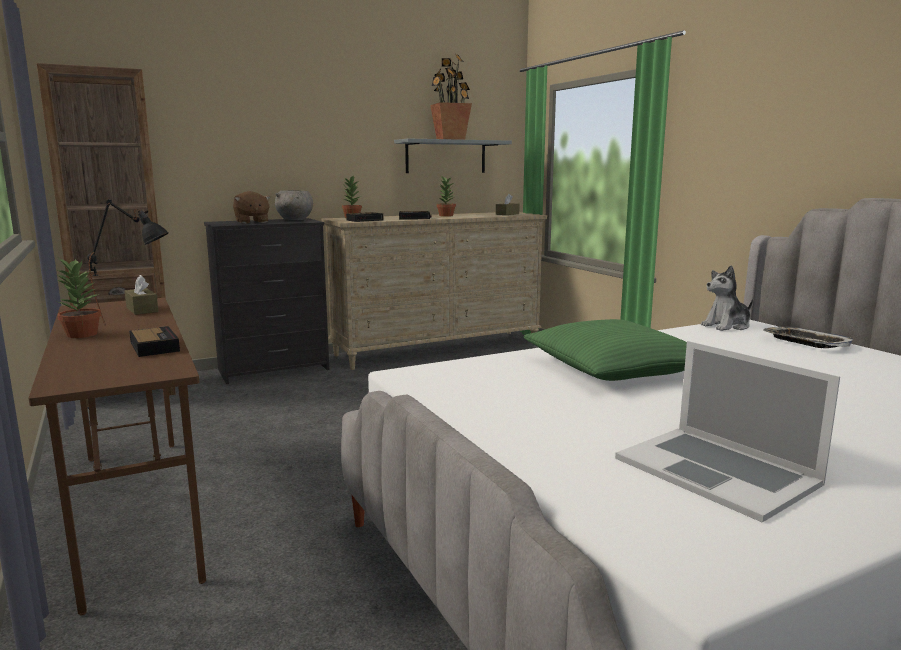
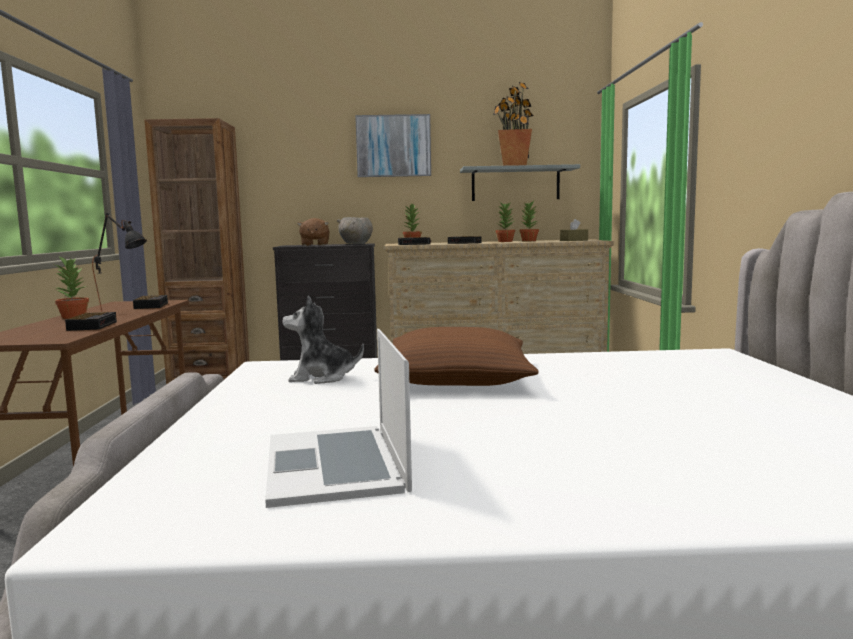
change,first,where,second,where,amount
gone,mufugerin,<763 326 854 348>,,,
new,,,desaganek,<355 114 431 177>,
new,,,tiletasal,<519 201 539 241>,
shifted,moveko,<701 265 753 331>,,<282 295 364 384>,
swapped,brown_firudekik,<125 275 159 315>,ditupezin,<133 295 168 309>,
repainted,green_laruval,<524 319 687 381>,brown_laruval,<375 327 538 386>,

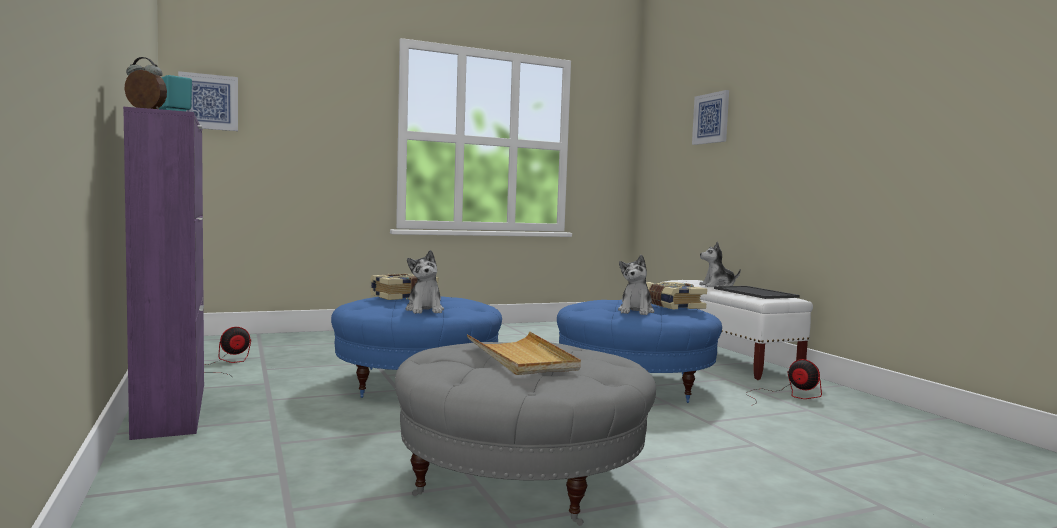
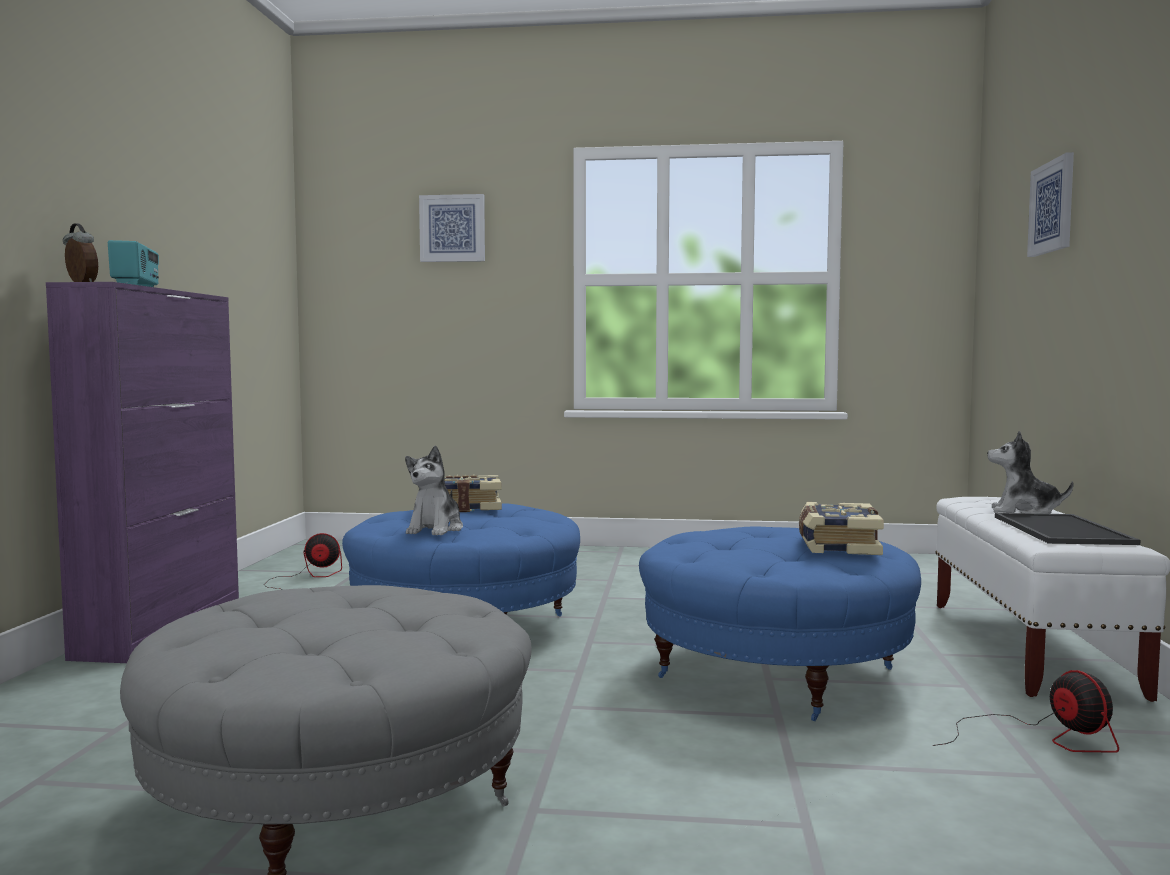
change,first,where,second,where,amount
gone,beige_mufugerin,<467 331 581 375>,,,
gone,moveko,<618 255 655 315>,,,
shifted,desaganek,<178 71 238 131>,,<419 194 485 262>,

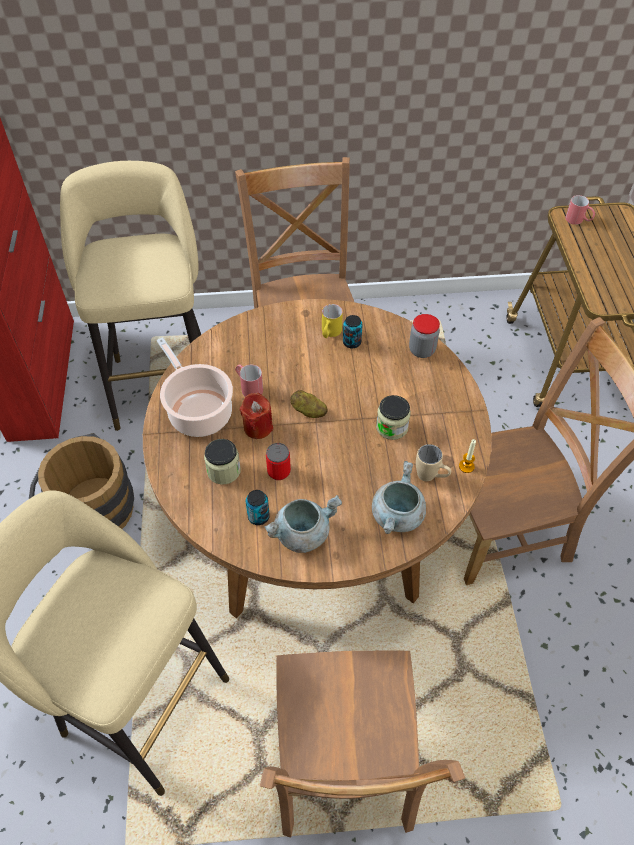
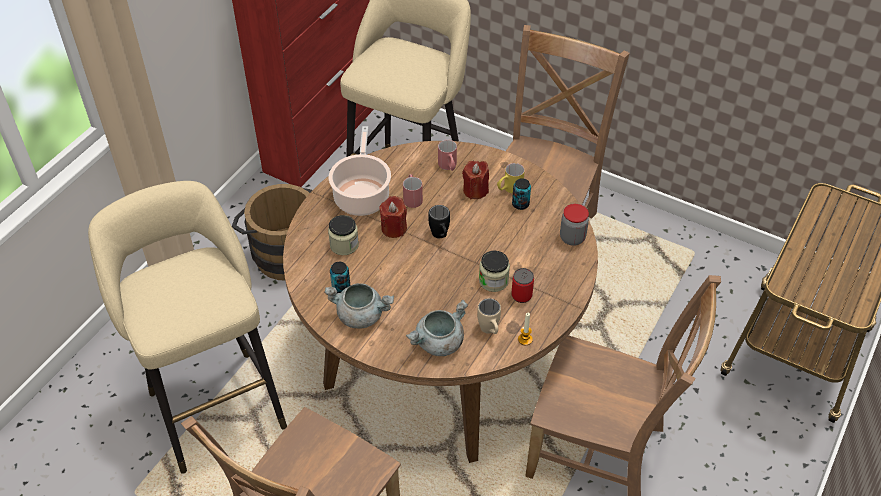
change,first,where,second,where,amount
new,,,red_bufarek,<462 161 489 199>,
shifted,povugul,<266 443 291 480>,,<511 268 534 303>,
shifted,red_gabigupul,<565 195 595 225>,,<438 140 457 171>,
swapped,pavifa,<290 390 327 418>,black_gabigupul,<428 205 450 238>,

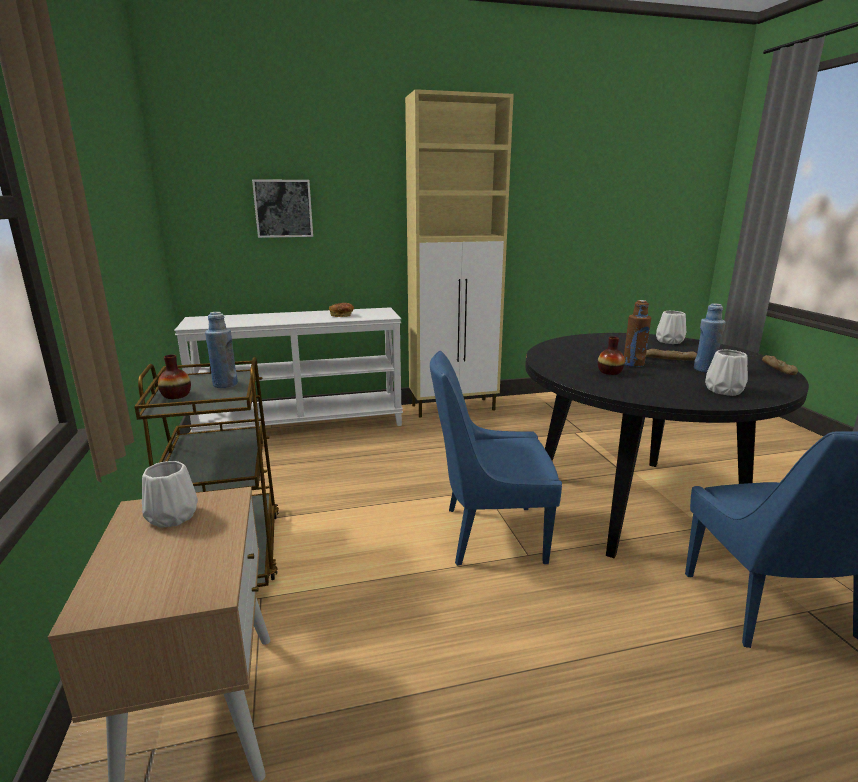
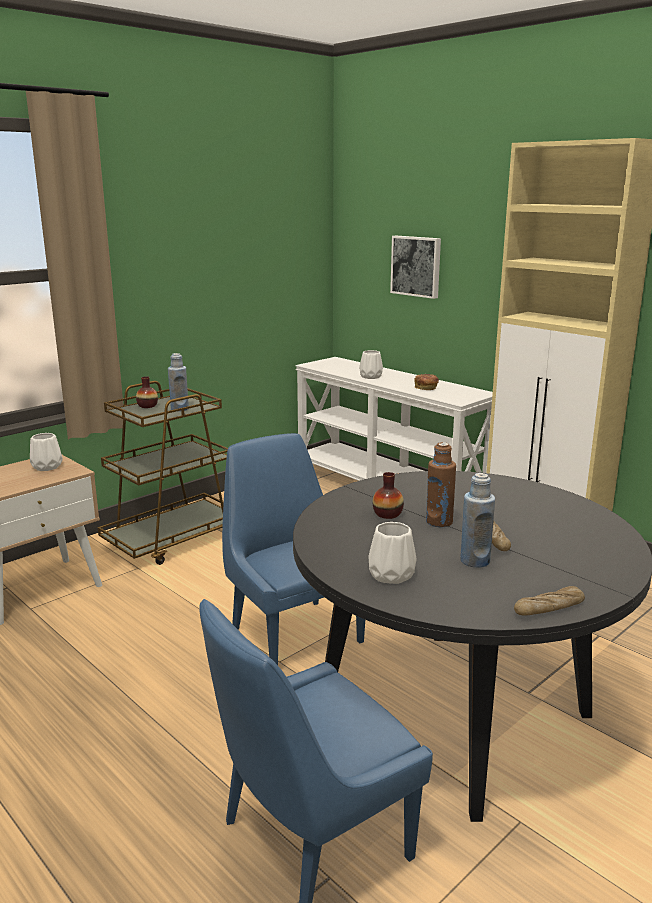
change,first,where,second,where,amount
shifted,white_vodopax,<656 311 686 344>,,<359 350 383 379>,

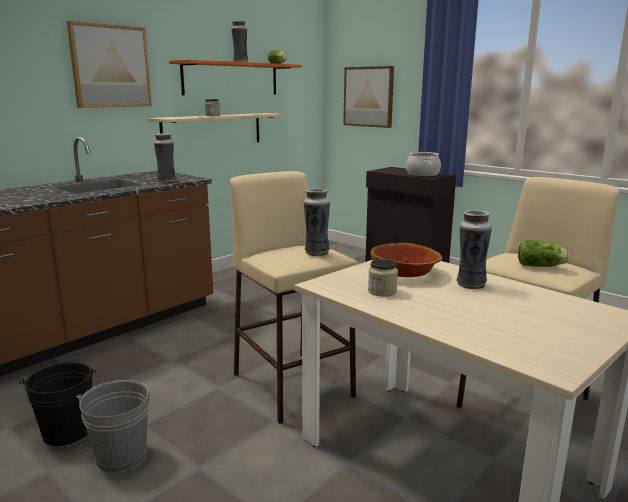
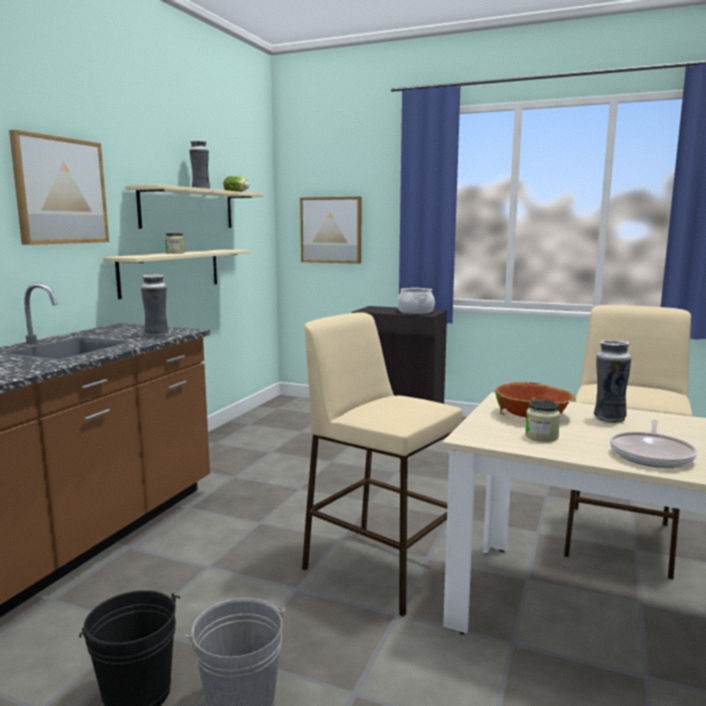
change,first,where,second,where,amount
gone,vodopax,<304 188 330 256>,,,
gone,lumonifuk,<518 240 569 267>,,,
new,,,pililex,<610 420 697 468>,
repainted,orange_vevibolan,<169 60 302 95>,beige_vevibolan,<125 184 263 229>,

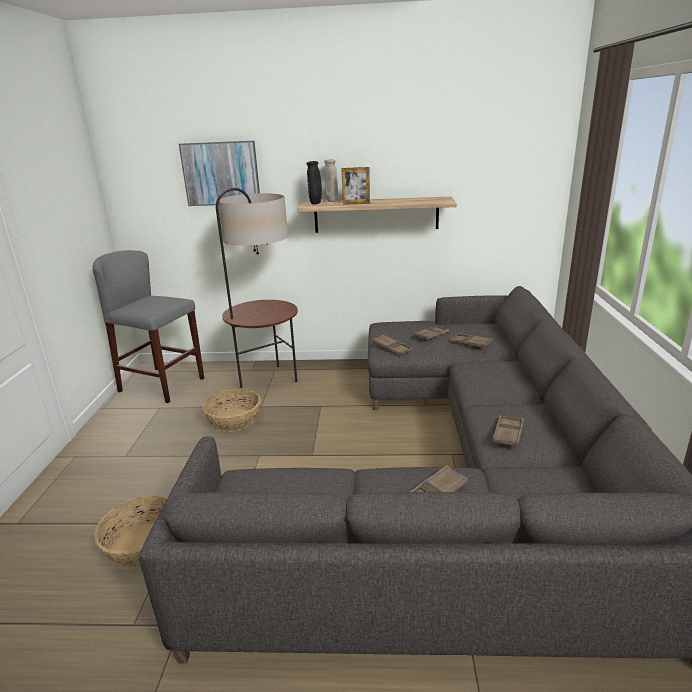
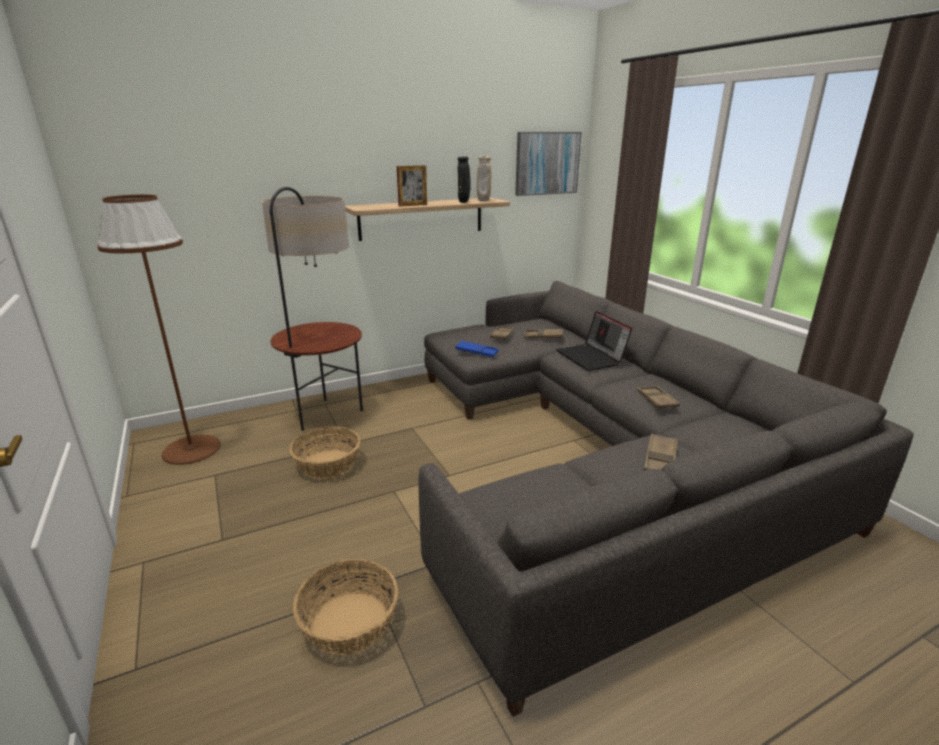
change,first,where,second,where,amount
new,,,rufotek,<556 311 632 371>,
shifted,desaganek,<179 141 260 206>,,<515 132 582 196>,
shifted,black_vodopax,<306 161 322 204>,,<458 157 471 203>,
shifted,beige_vodopax,<324 159 338 202>,,<477 156 491 201>,
swapped,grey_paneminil,<92 250 204 403>,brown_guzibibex,<97 195 221 465>,
repainted,brown_mufugerin,<372 334 412 355>,blue_mufugerin,<455 341 499 357>,

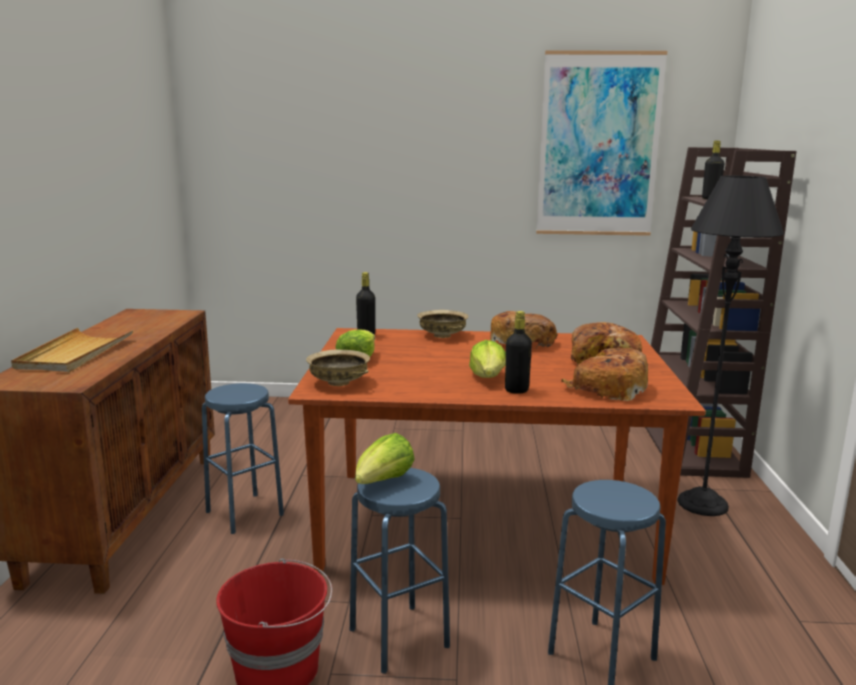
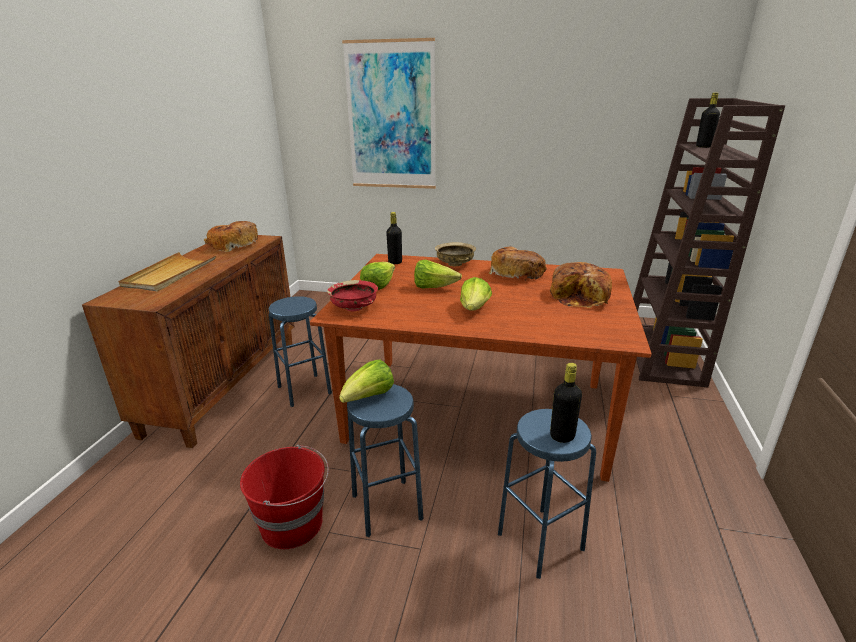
change,first,where,second,where,amount
gone,black_guzibibex,<677 176 784 516>,,,
new,,,lumonifuk,<414 260 462 289>,
shifted,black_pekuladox,<505 311 532 394>,,<550 363 582 443>,
shifted,desaganek,<536 50 668 236>,,<342 38 436 189>,
shifted,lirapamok,<561 348 648 401>,,<204 221 258 252>,
repainted,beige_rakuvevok,<306 350 370 386>,red_rakuvevok,<327 280 378 311>,

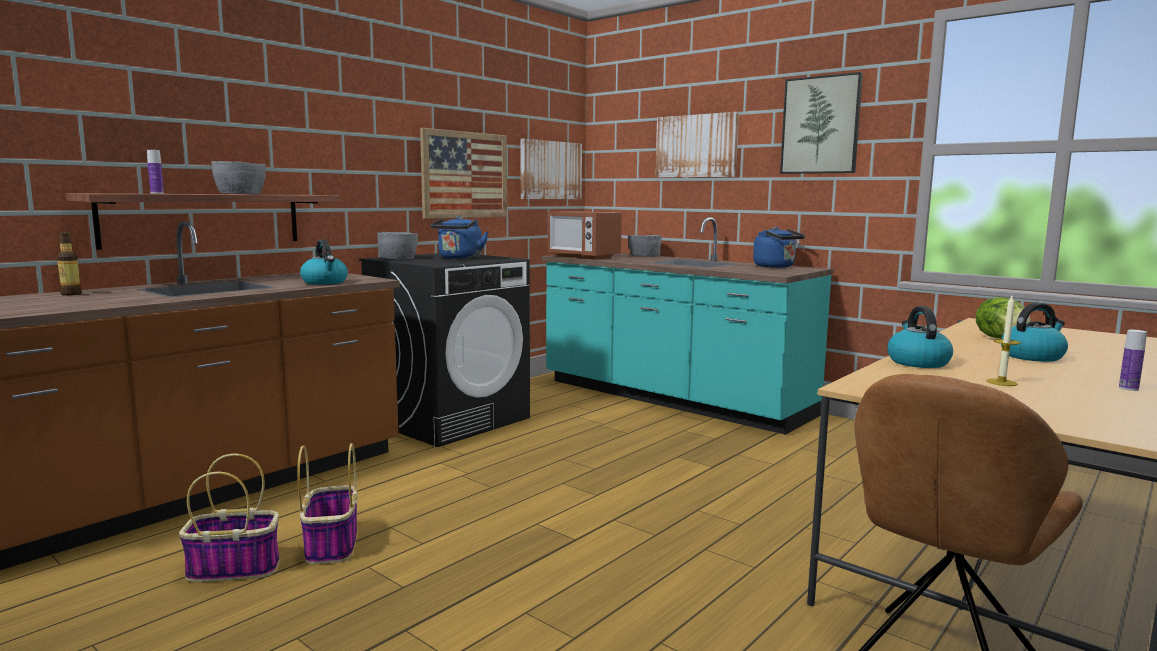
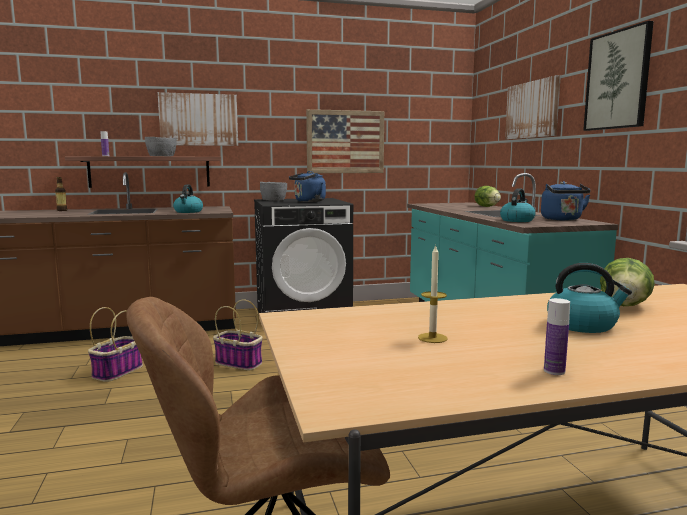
change,first,where,second,where,amount
gone,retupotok,<548 211 622 259>,,,
shifted,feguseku,<179 454 279 582>,,<213 299 263 371>,
shifted,desaganek,<520 139 582 199>,,<158 92 238 146>,
shifted,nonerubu,<887 306 953 368>,,<500 188 536 222>,
swapped,grey_rakuvevok,<628 235 662 257>,lumonifuk,<475 186 501 207>,

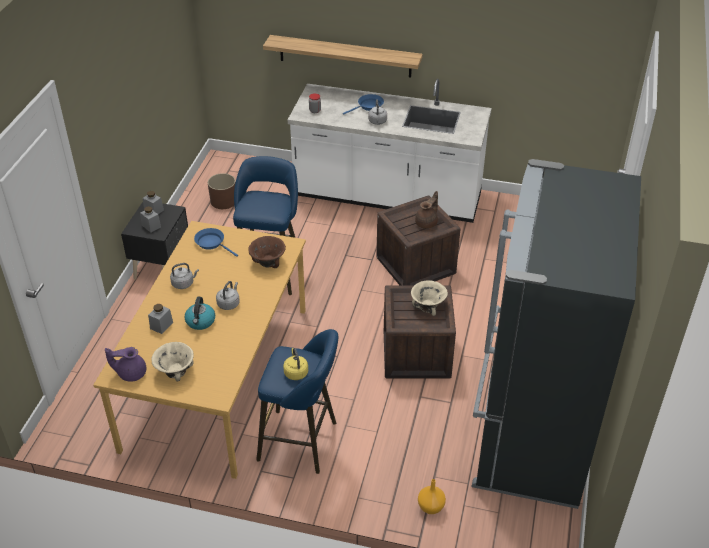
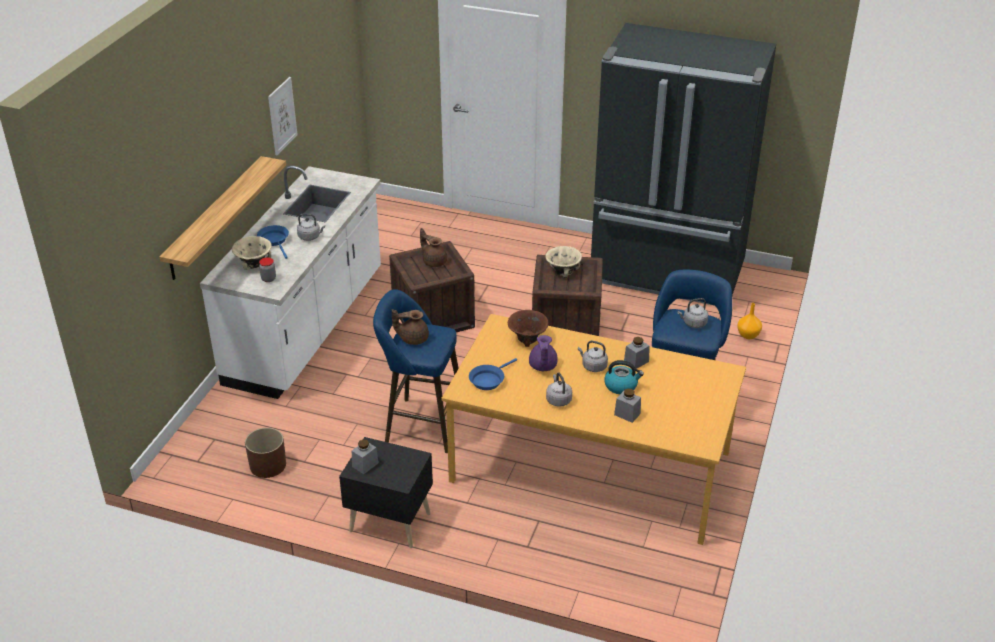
change,first,where,second,where,amount
new,,,desaganek,<268 77 298 155>,
new,,,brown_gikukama,<392 309 429 345>,
shifted,purple_gikukama,<105 347 146 381>,,<529 335 558 371>,
shifted,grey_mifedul,<140 206 161 233>,,<624 337 650 369>,
shifted,beige_rakuvevok,<151 342 194 381>,,<232 236 272 270>,
repainted,yellow_nonerubu,<283 348 308 380>,grey_nonerubu,<677 298 708 328>,

